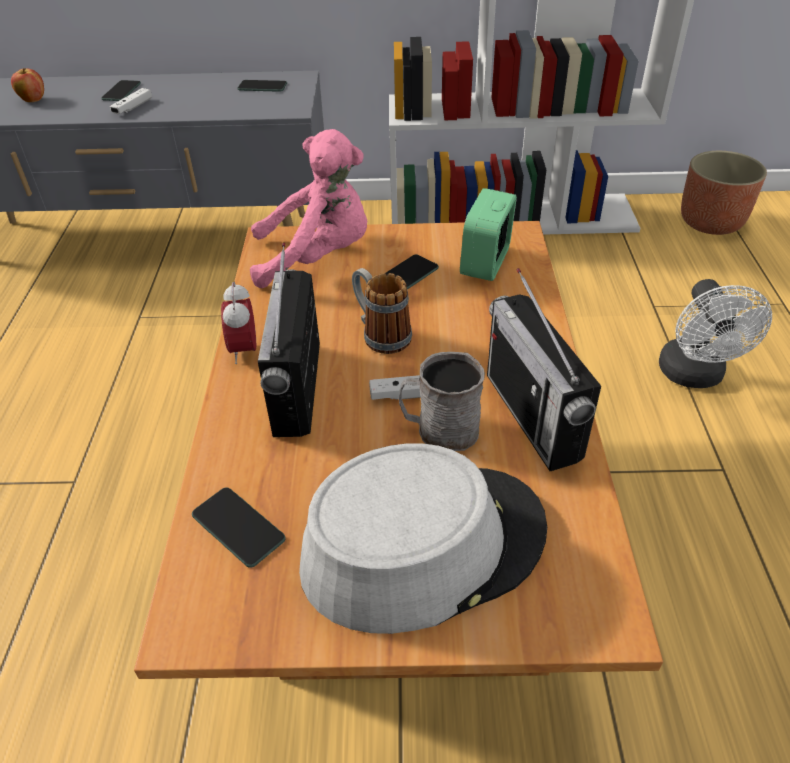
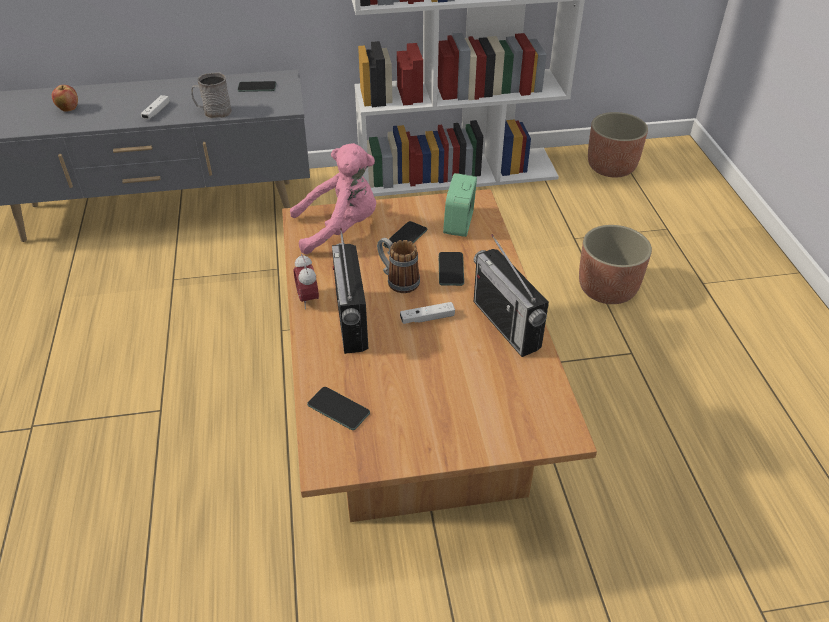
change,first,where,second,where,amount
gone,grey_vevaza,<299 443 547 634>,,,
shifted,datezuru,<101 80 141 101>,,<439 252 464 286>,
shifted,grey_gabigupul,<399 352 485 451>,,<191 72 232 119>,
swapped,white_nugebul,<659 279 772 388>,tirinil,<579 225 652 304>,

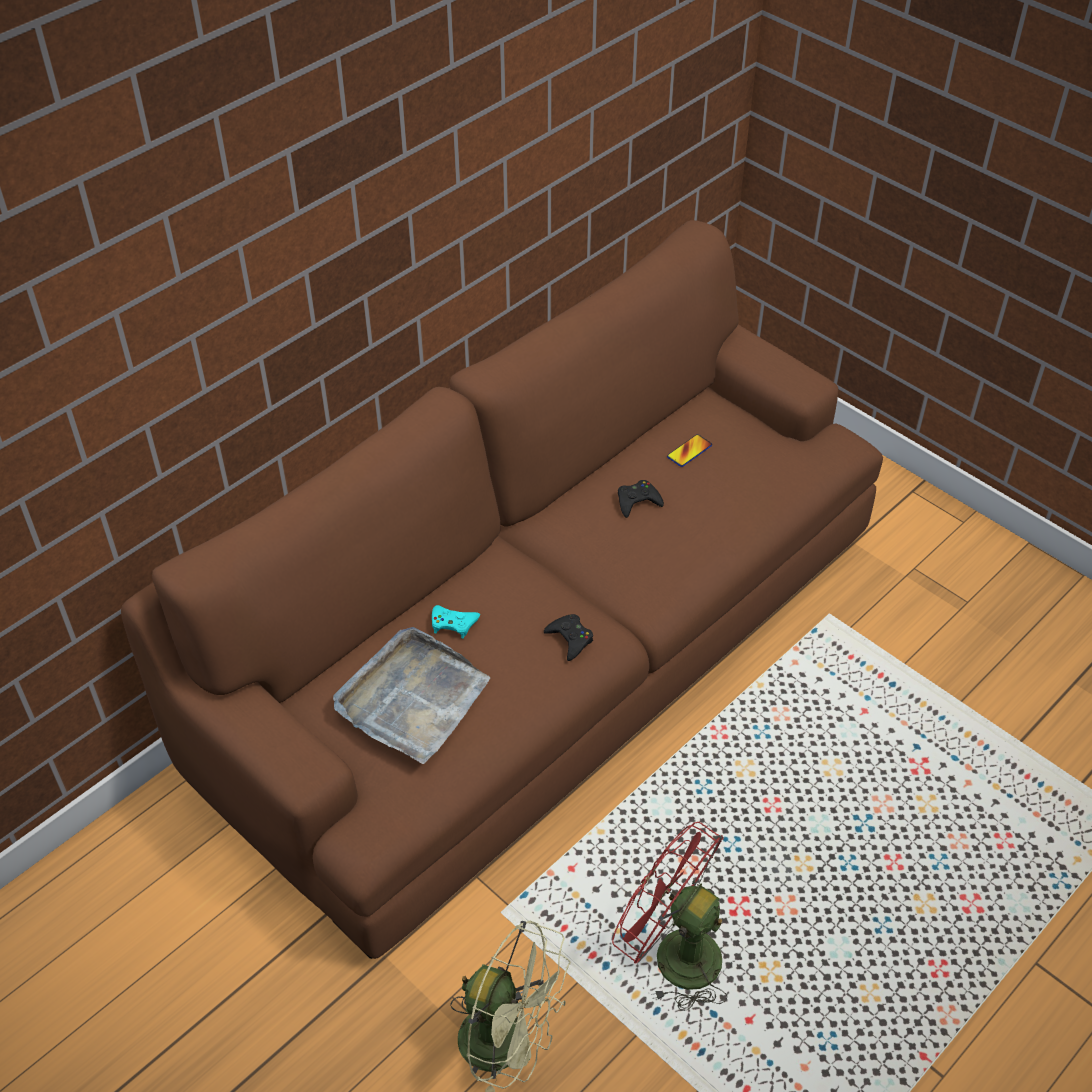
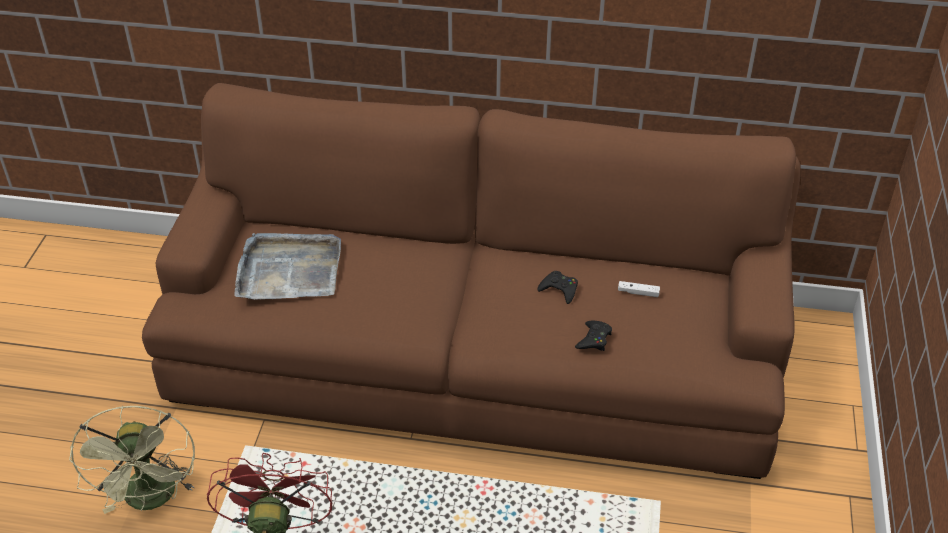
change,first,where,second,where,amount
gone,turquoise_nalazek,<432 605 480 639>,,,
shifted,black_nalazek,<544 614 593 661>,,<575 321 612 351>,
swapped,datezuru,<667 434 712 467>,white_nalazek,<618 281 660 297>,

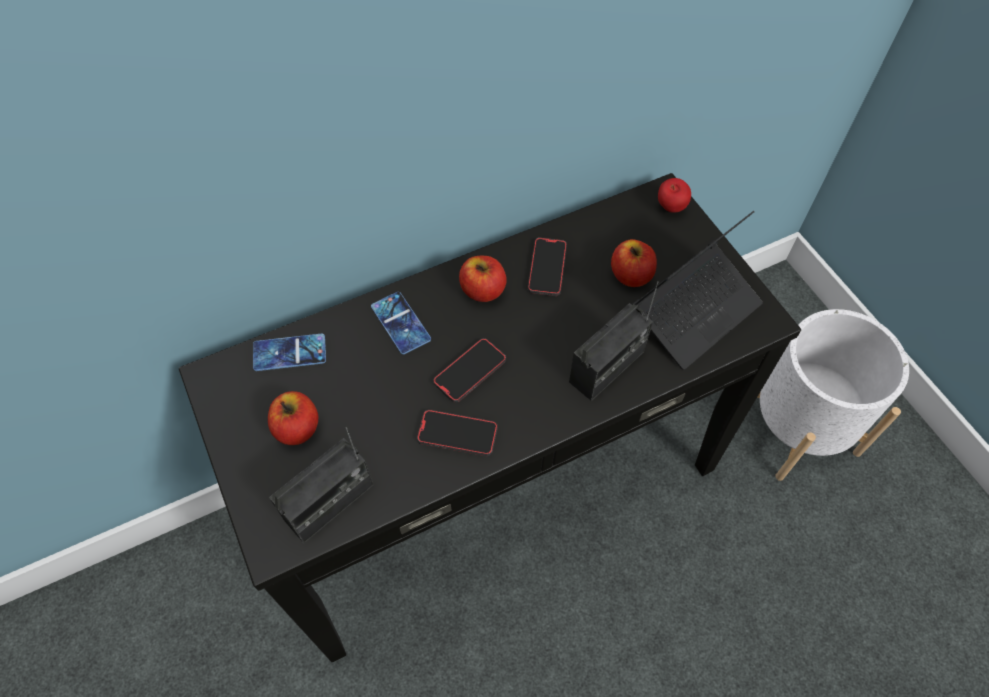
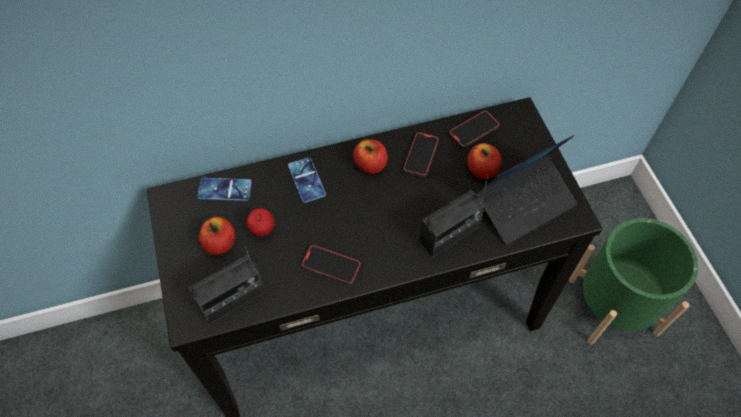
change,first,where,second,where,amount
shifted,datezuru,<434 338 506 403>,,<449 111 499 148>,
shifted,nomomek,<658 178 691 213>,,<246 208 274 237>,
repainted,white_tirinil,<757 309 909 481>,green_tirinil,<569 218 698 345>,

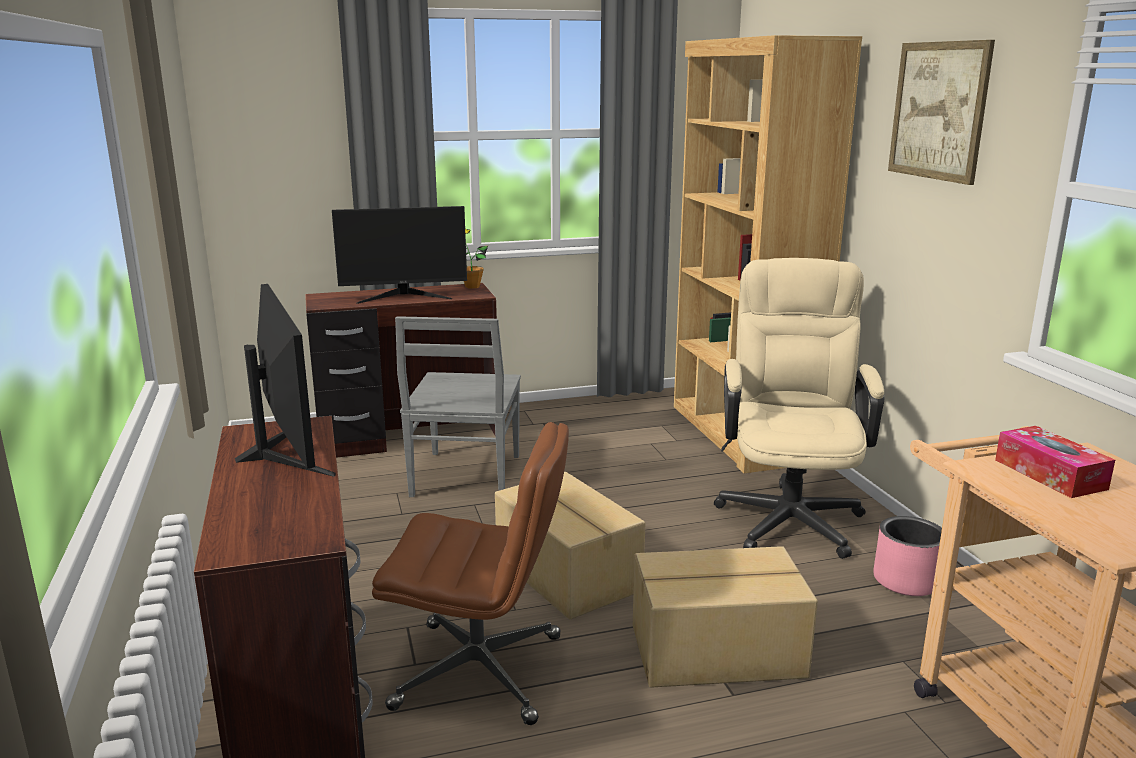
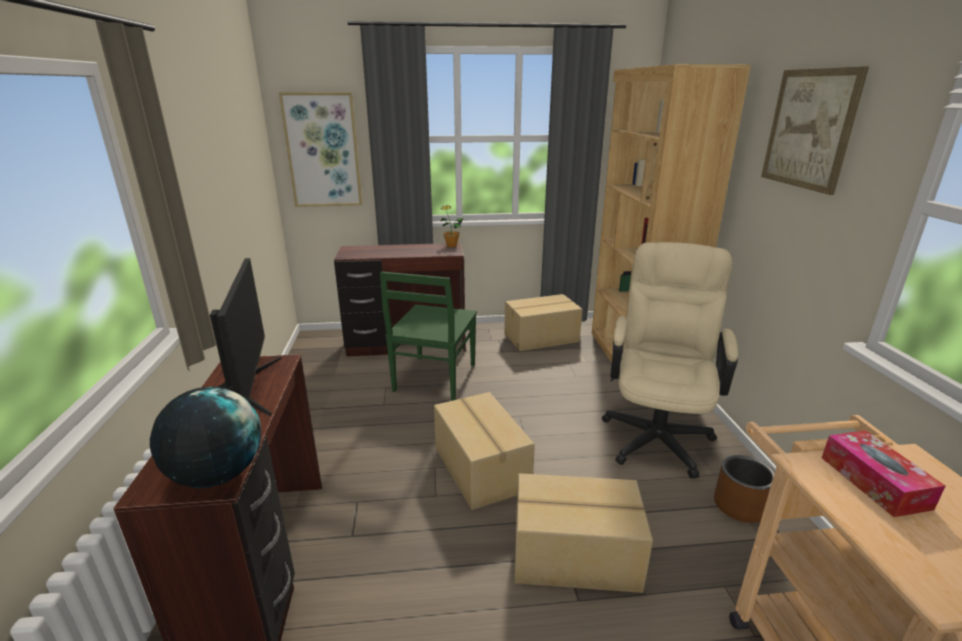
change,first,where,second,where,amount
gone,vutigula,<332 206 467 304>,,,
gone,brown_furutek,<372 422 569 725>,,,
new,,,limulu,<150 387 261 488>,
new,,,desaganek,<279 92 363 207>,
new,,,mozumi,<504 294 583 351>,
repainted,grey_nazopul,<395 316 521 497>,green_nazopul,<380 271 477 401>,
repainted,pink_tirinil,<873 516 942 596>,brown_tirinil,<714 455 775 523>,

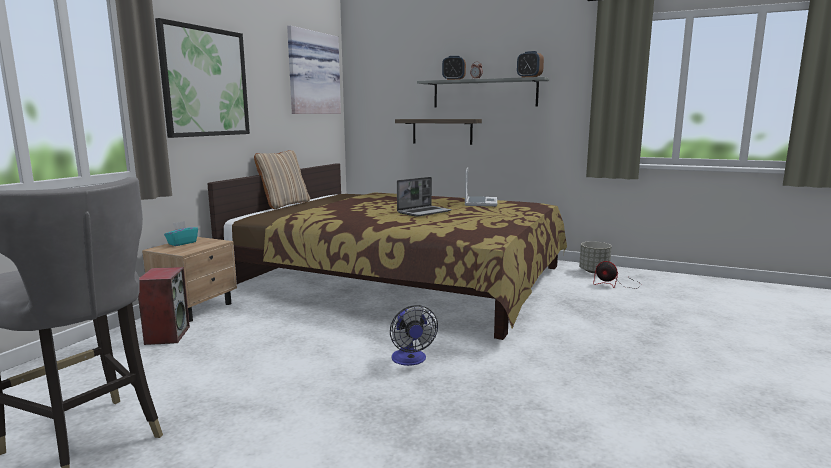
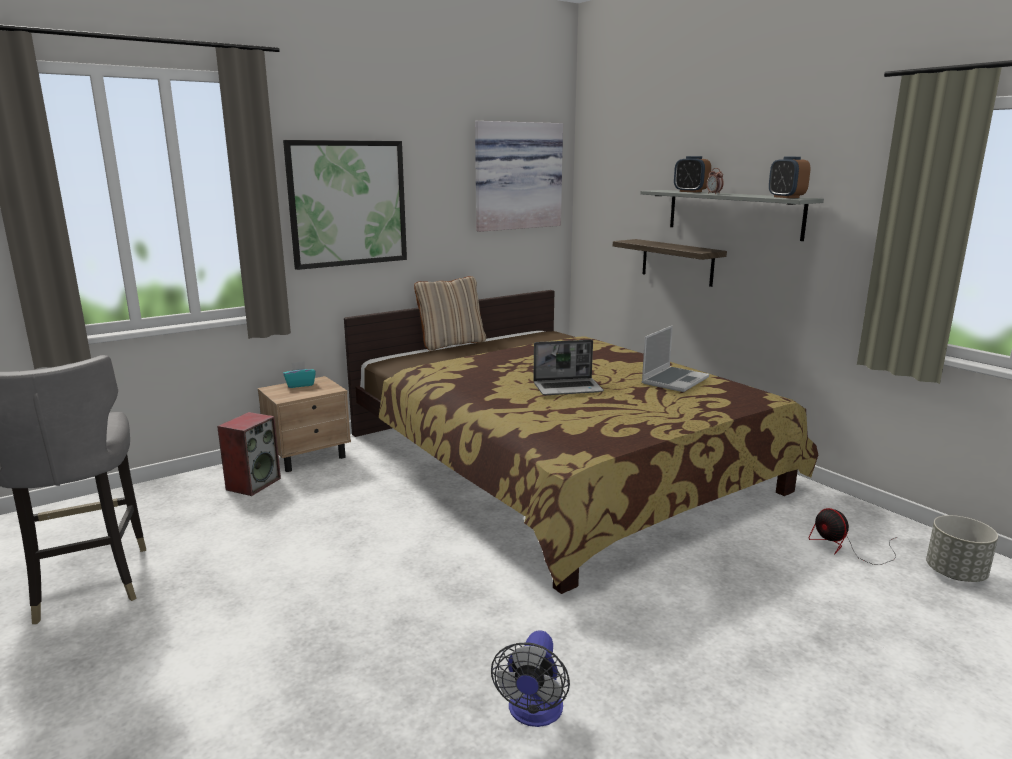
change,first,where,second,where,amount
shifted,nugebul,<390 305 438 366>,,<491 630 570 727>,
shifted,grey_tirinil,<579 241 612 273>,,<926 515 998 582>,

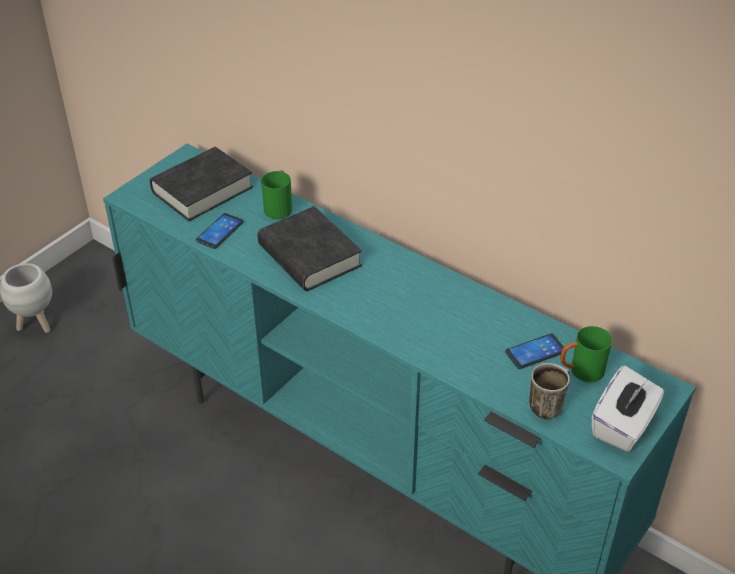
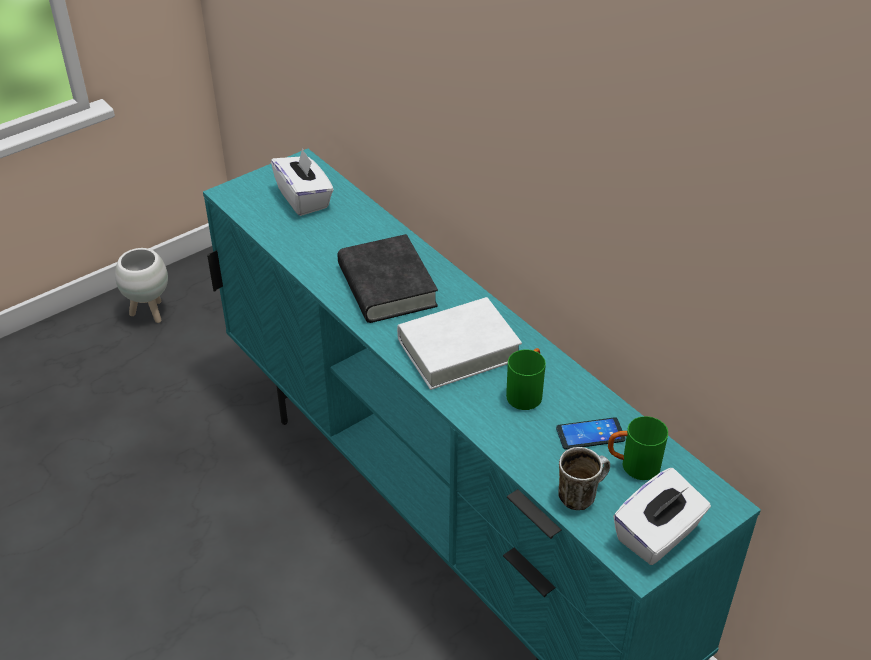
change,first,where,second,where,amount
gone,datezuru,<196 213 244 249>,,,
new,,,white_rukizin,<397 297 522 390>,
shifted,green_gabigupul,<261 170 292 219>,,<506 348 546 410>,
swapped,black_rukizin,<149 147 253 221>,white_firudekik,<271 147 334 216>,

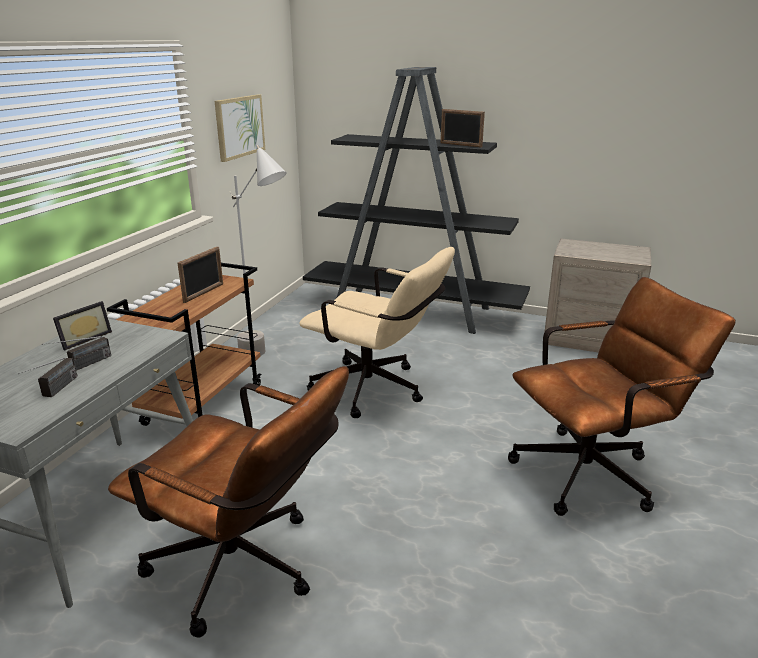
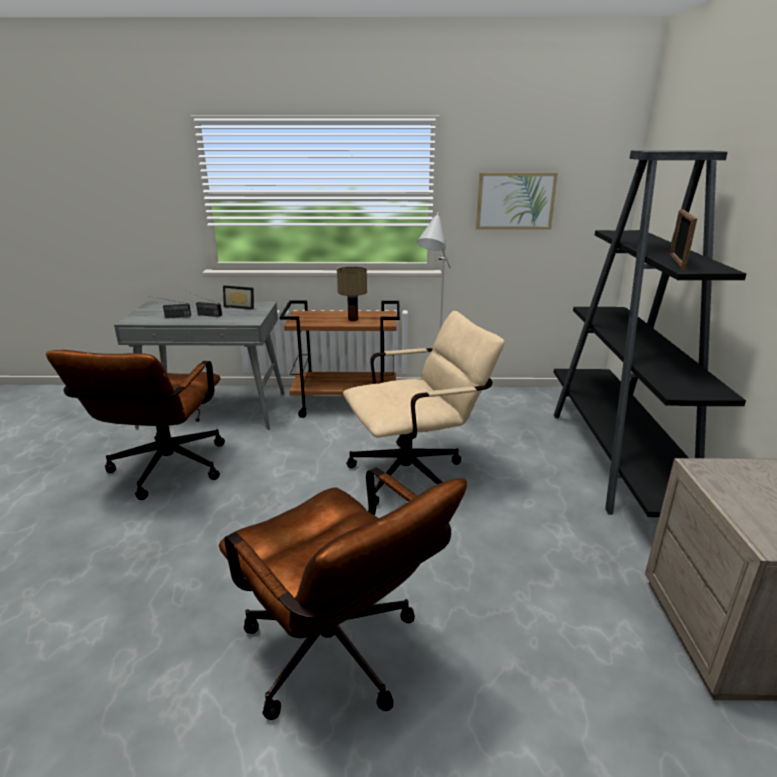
change,first,where,second,where,amount
swapped,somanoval,<177 246 223 303>,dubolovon,<337 267 367 321>,
rotated,beige_furutek,<299 247 455 418>,,<343 311 504 506>,120 degrees counterclockwise

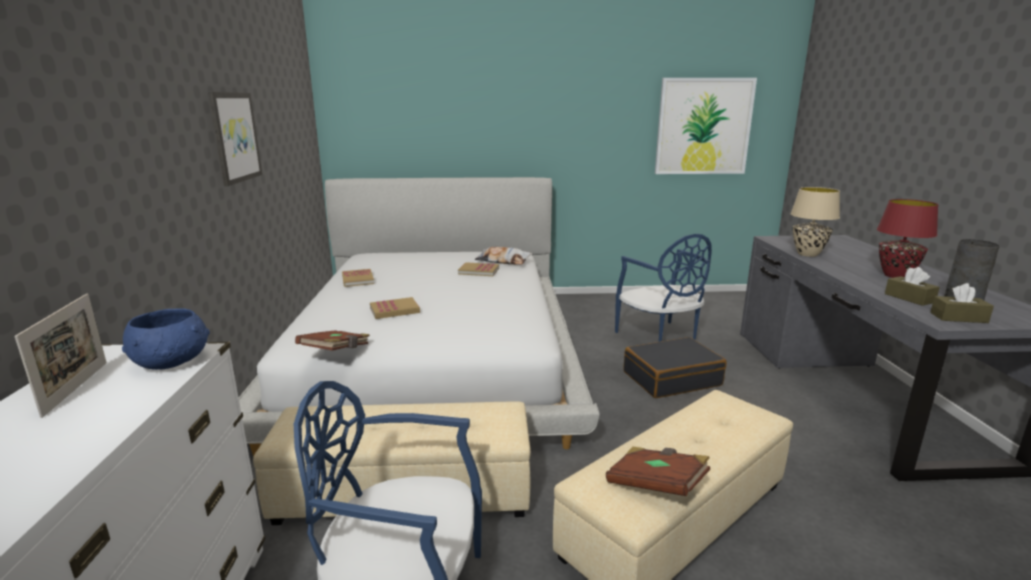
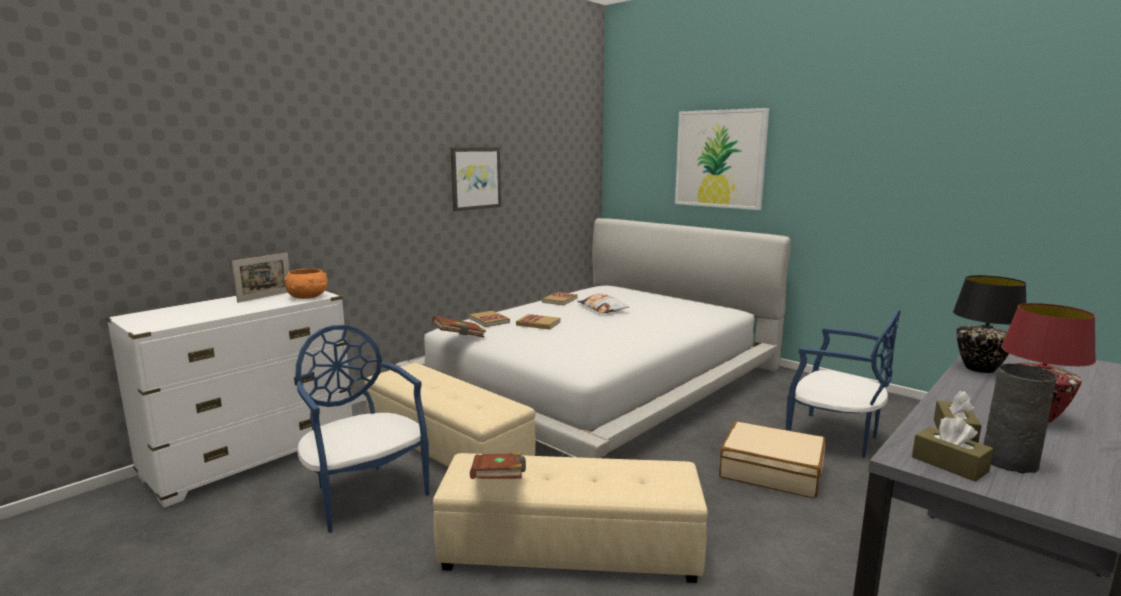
change,first,where,second,where,amount
shifted,rukizin,<458 262 499 276>,,<469 311 510 327>,
shifted,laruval,<475 247 532 265>,,<577 293 629 314>,
shifted,desaganek,<655 78 757 174>,,<675 108 769 210>,
repainted,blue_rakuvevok,<122 308 210 370>,orange_rakuvevok,<284 269 328 299>,
repainted,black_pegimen,<624 337 727 398>,beige_pegimen,<719 421 826 498>,
repainted,beige_dubolovon,<790 187 840 257>,black_dubolovon,<953 275 1026 373>,
rotated,blue_nazopul,<615 234 712 342>,,<786 310 901 458>,75 degrees counterclockwise

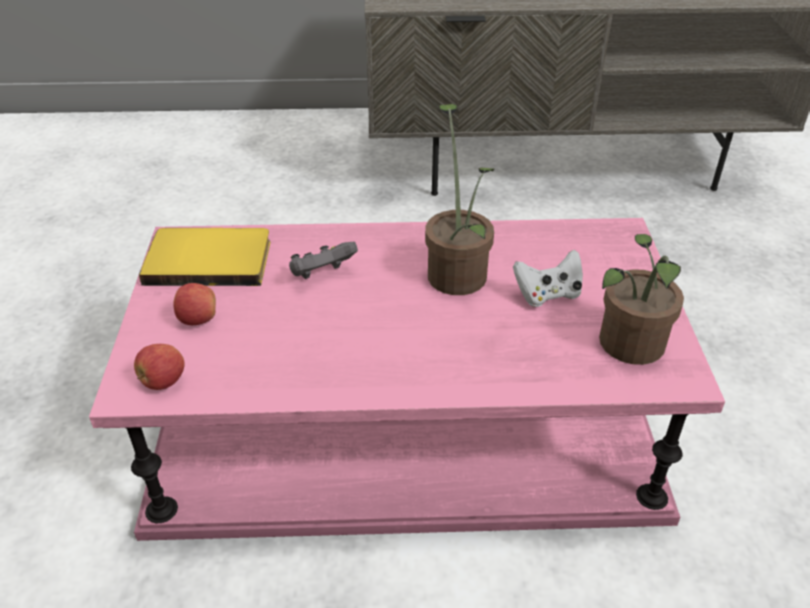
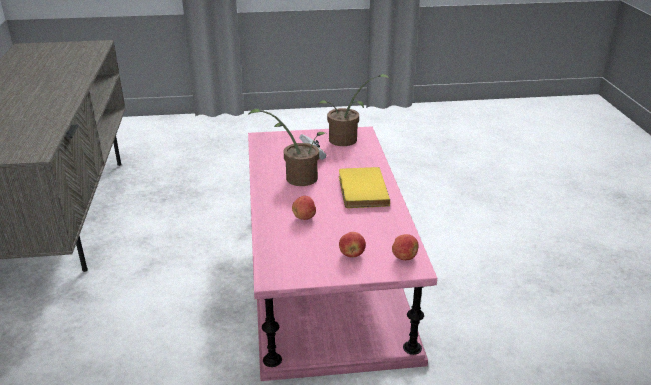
change,first,where,second,where,amount
shifted,yellow_rukizin,<139 228 270 286>,,<339 167 390 208>,
swapped,grey_nalazek,<289 242 358 279>,nomomek,<292 196 316 220>,

